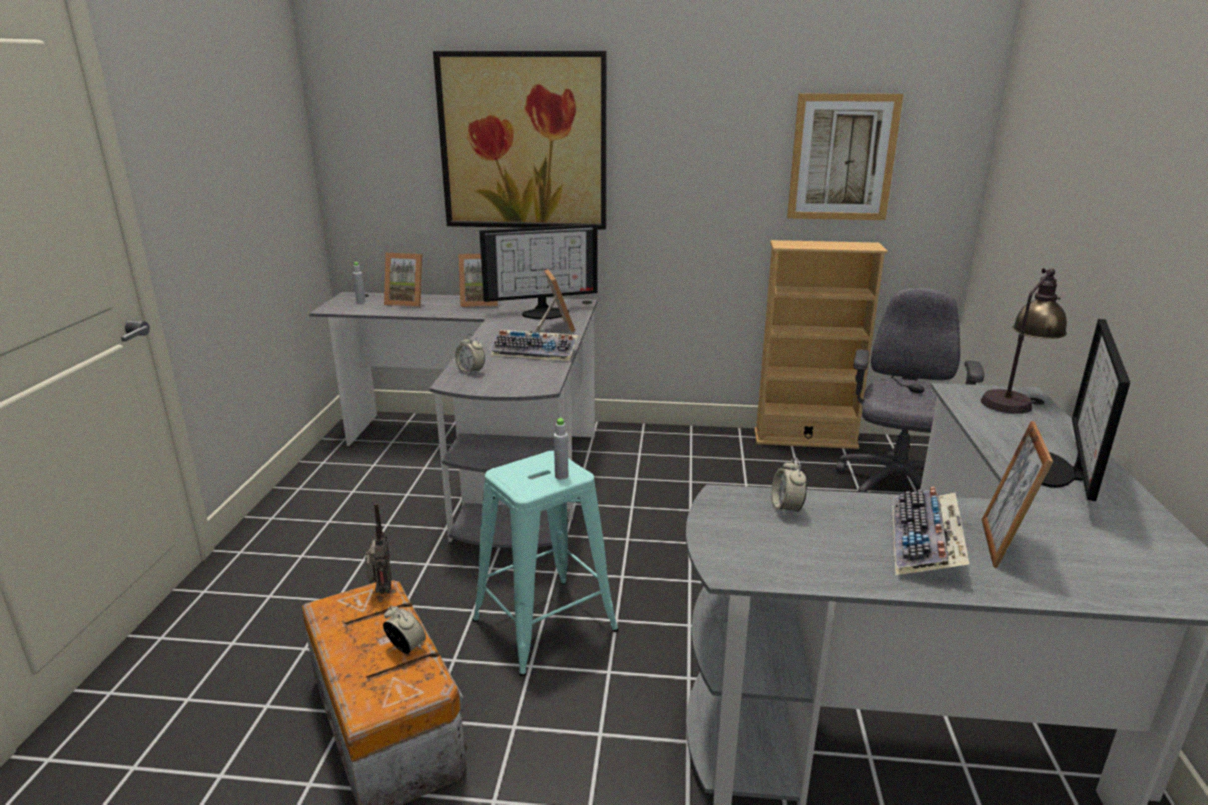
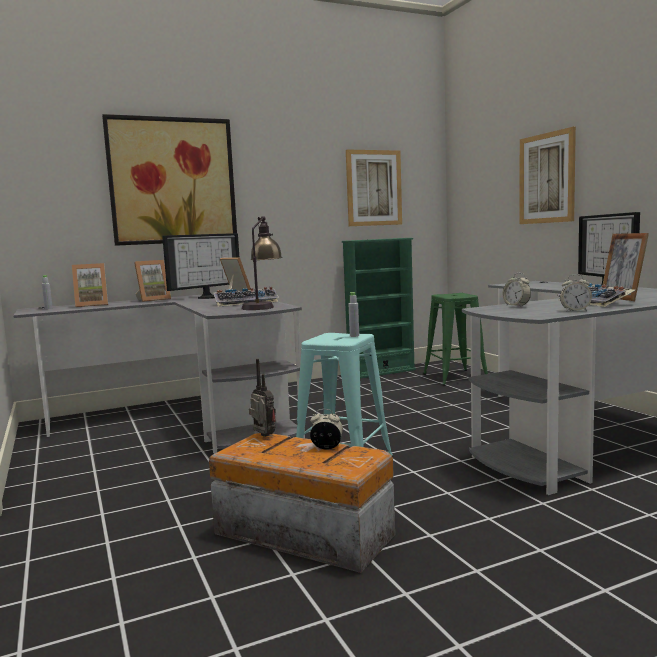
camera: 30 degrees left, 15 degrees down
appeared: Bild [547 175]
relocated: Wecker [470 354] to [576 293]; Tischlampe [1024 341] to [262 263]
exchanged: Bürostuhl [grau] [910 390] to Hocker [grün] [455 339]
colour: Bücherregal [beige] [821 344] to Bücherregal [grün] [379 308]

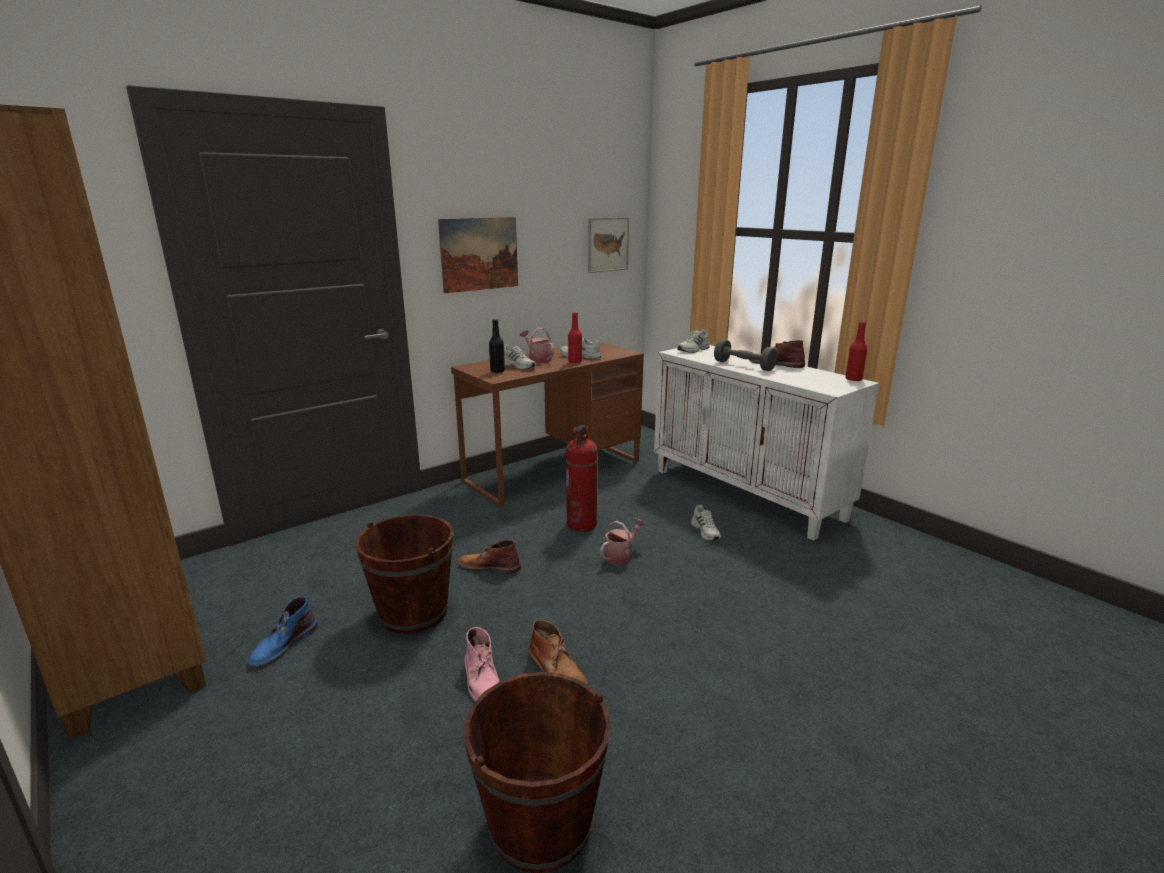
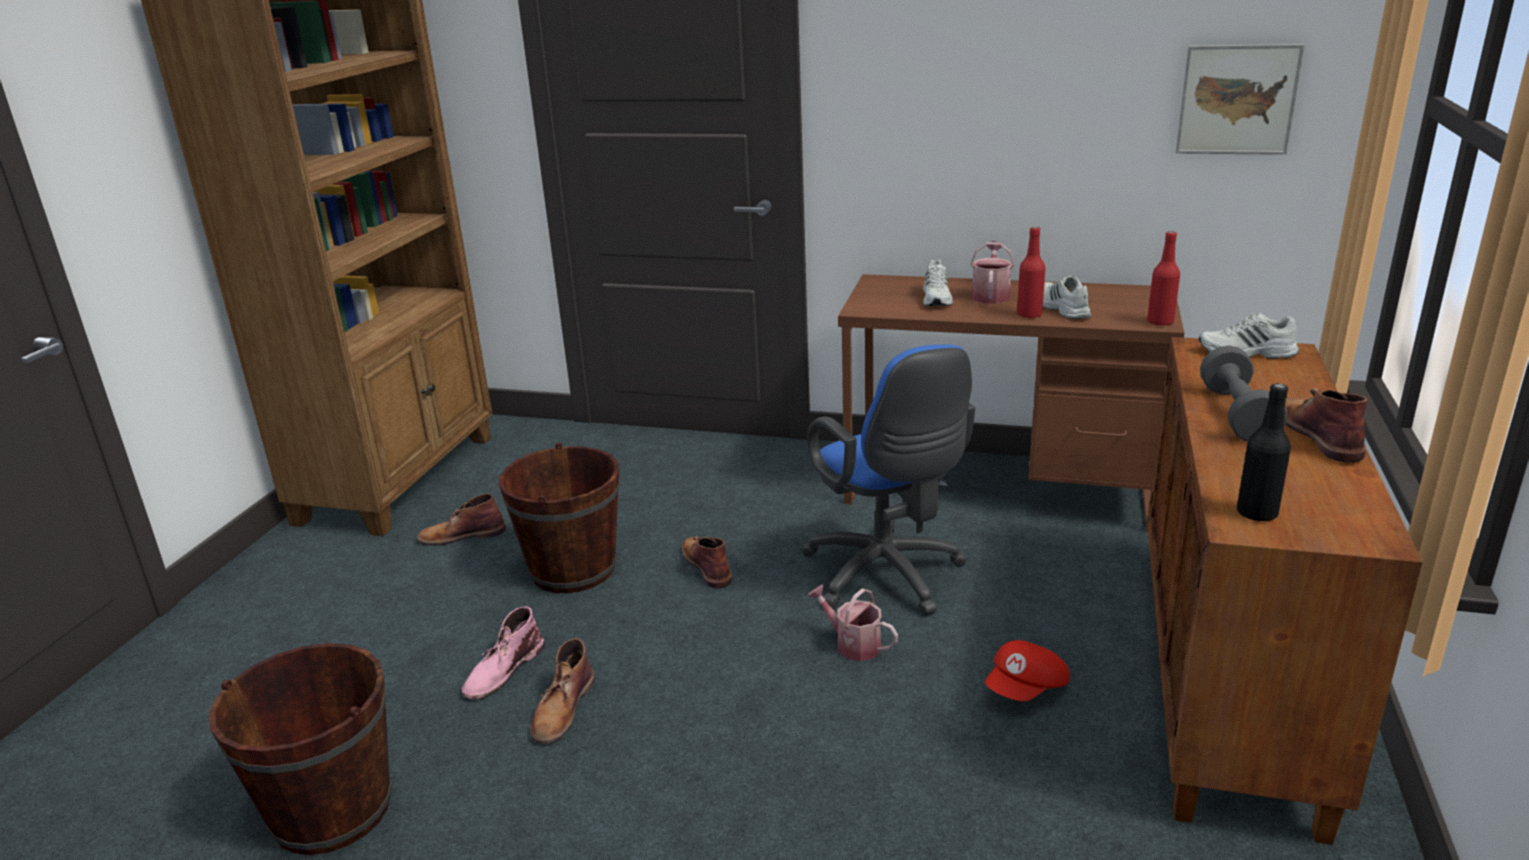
camera: 55 degrees right, 5 degrees up
missing: Bild [478 255]
relocated: Flasche [schwarz] [497 346] to [1264 452]; Flasche [rot] [856 351] to [1163 278]
exchanged: Feuerlöscher [582 478] to Bürostuhl [blau] [888 480]; Schuh [weiß] [706 523] to Kappe [rot] [1027 670]
colour: Stiefel [blau] [282 632] to Stiefel [braun] [461 519]; Schrank [weiß] [766 443] to Schrank [braun] [1285 591]
spun: Gießkanne [622 541] = [852 622] 150 degrees counterclockwise

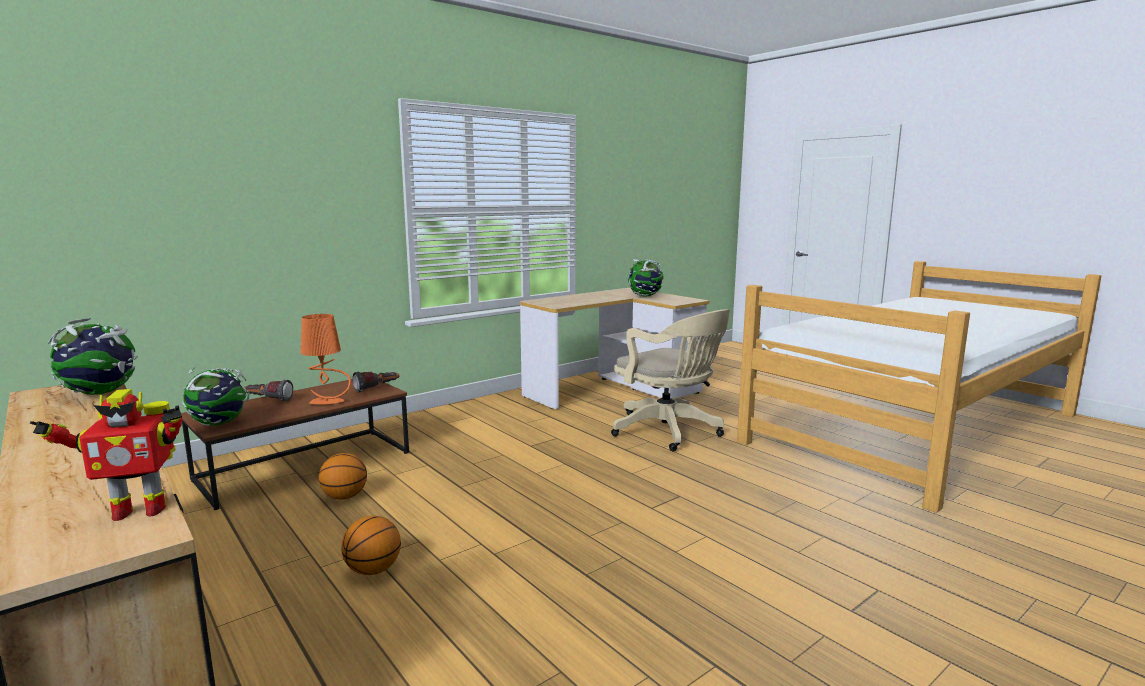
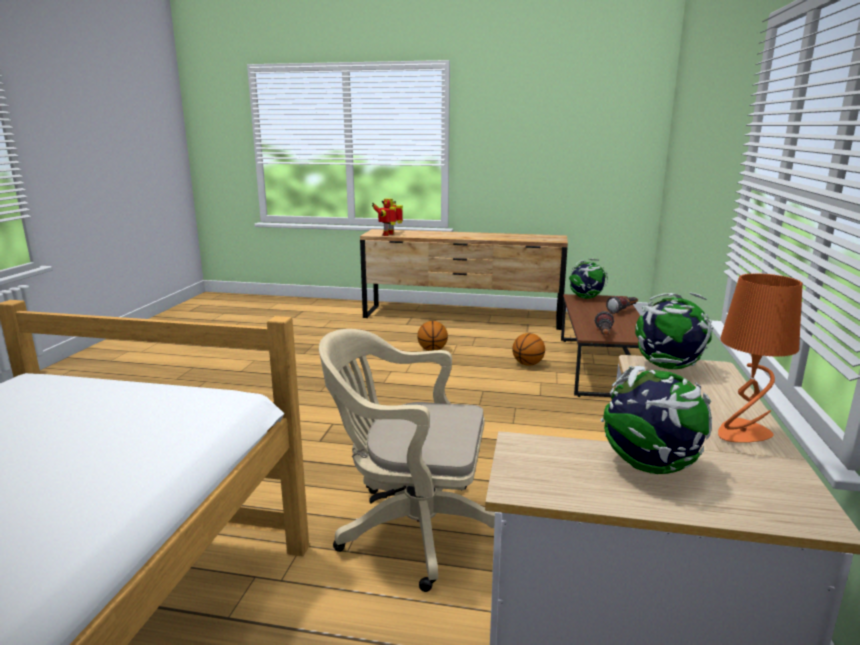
camera: 140 degrees right, 5 degrees up
relocated: Globus [93 356] to [674 330]; Tischlampe [orange] [326 359] to [760 358]

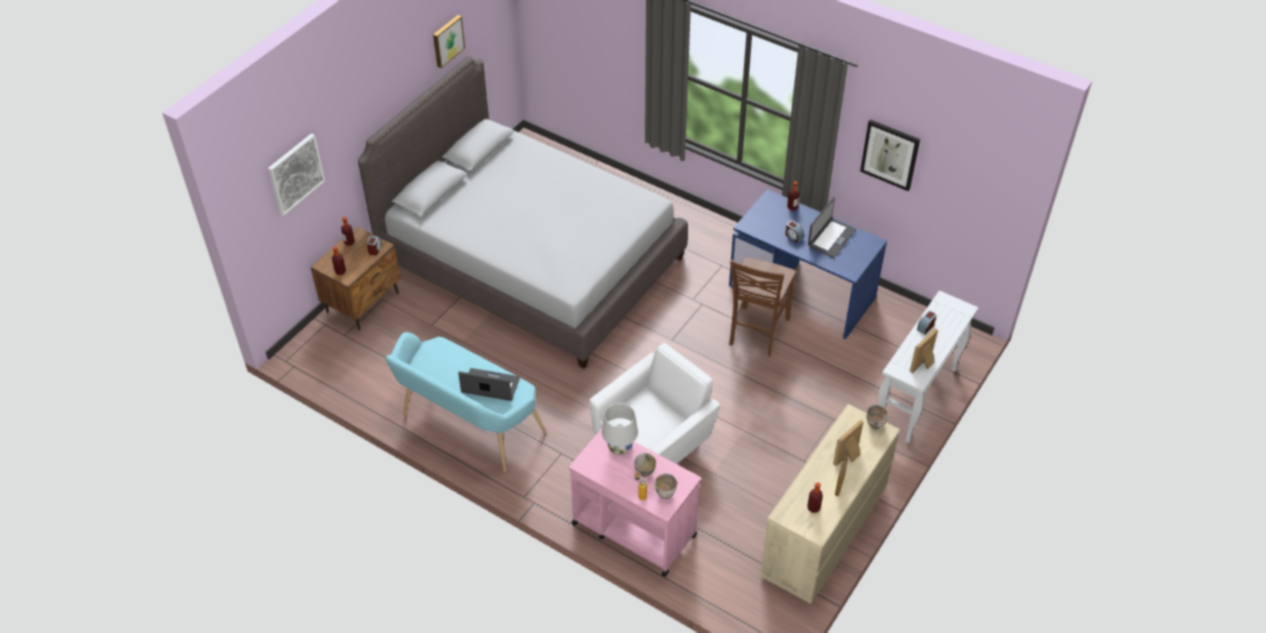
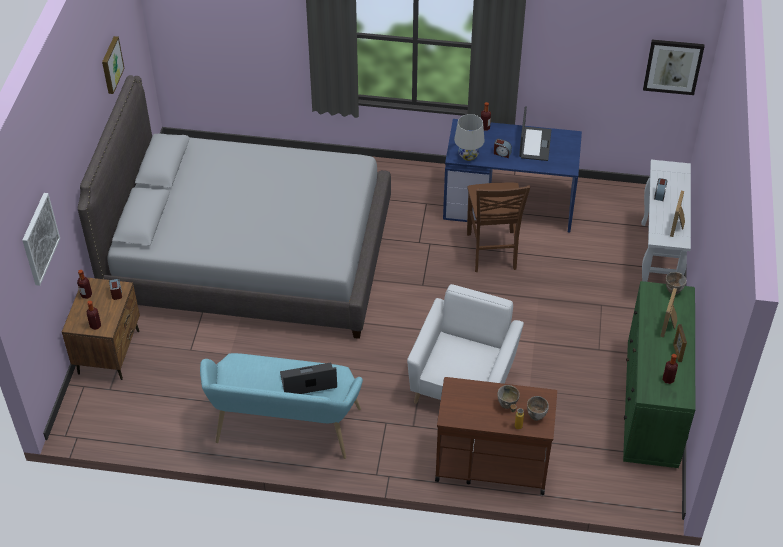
camera: 25 degrees left, 0 degrees up
relocated: Tischlampe [weiß] [620 429] to [469 137]; Bild [890 155] to [674 67]
colour: Rollwagen [rosa] [635 502] to Rollwagen [braun] [496 436]; Kommode [beige] [830 504] to Kommode [grün] [659 374]

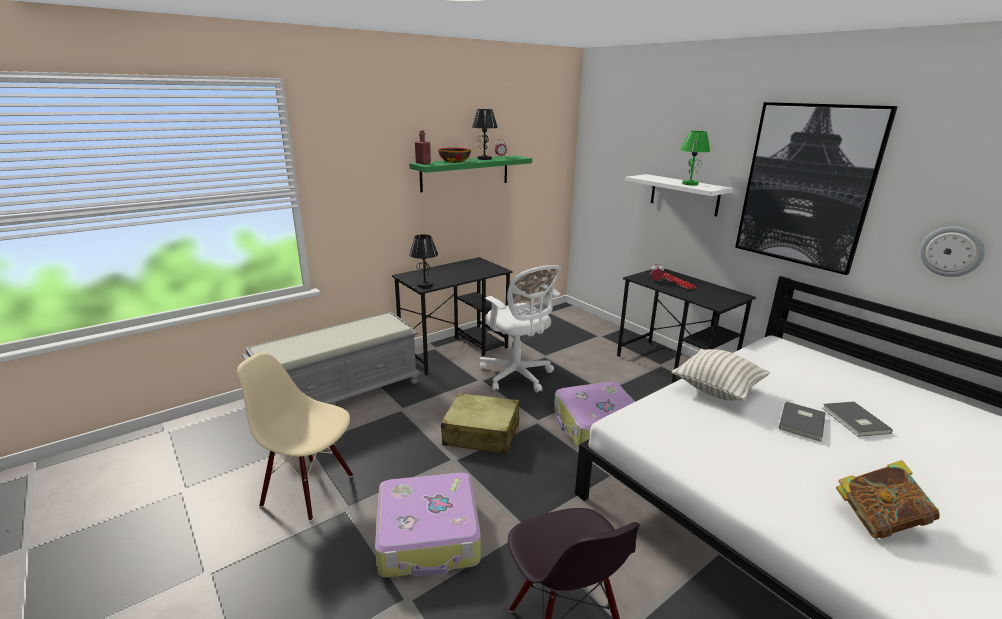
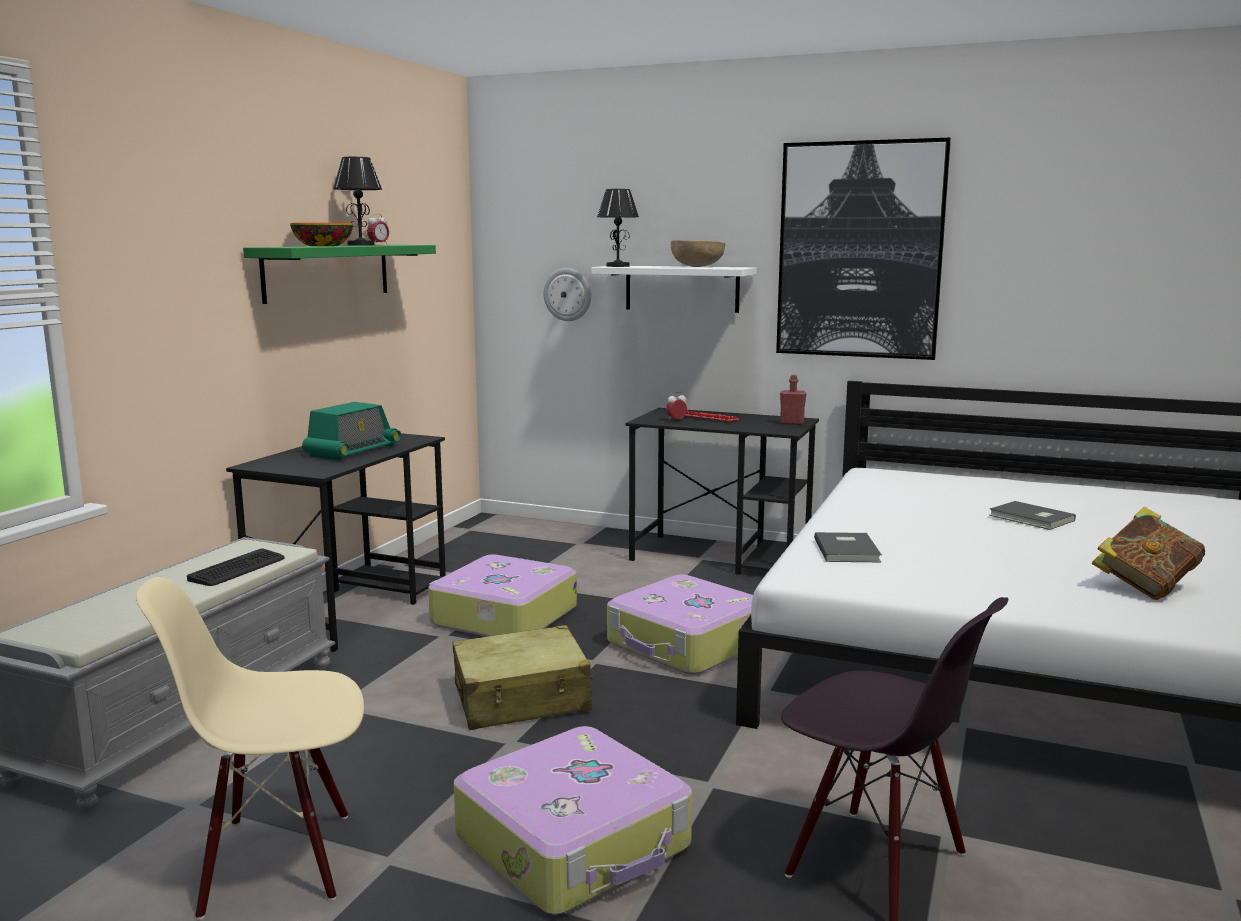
camera: 30 degrees left, 10 degrees down
missing: Kissen [721 375]
appeared: Tastatur [235 567]; Radio [351 431]
relocated: Tischlampe [schwarz] [423 261] to [618 228]; Flasche [rot] [423 147] to [793 400]; Buch [grau] [802 421] to [848 547]; Wanduhr [952 251] to [567 294]
exchanged: Bürostuhl [weiß] [520 329] to Koffer [502 595]; Tischlampe [grün] [695 158] to Schüssel [braun] [698 253]

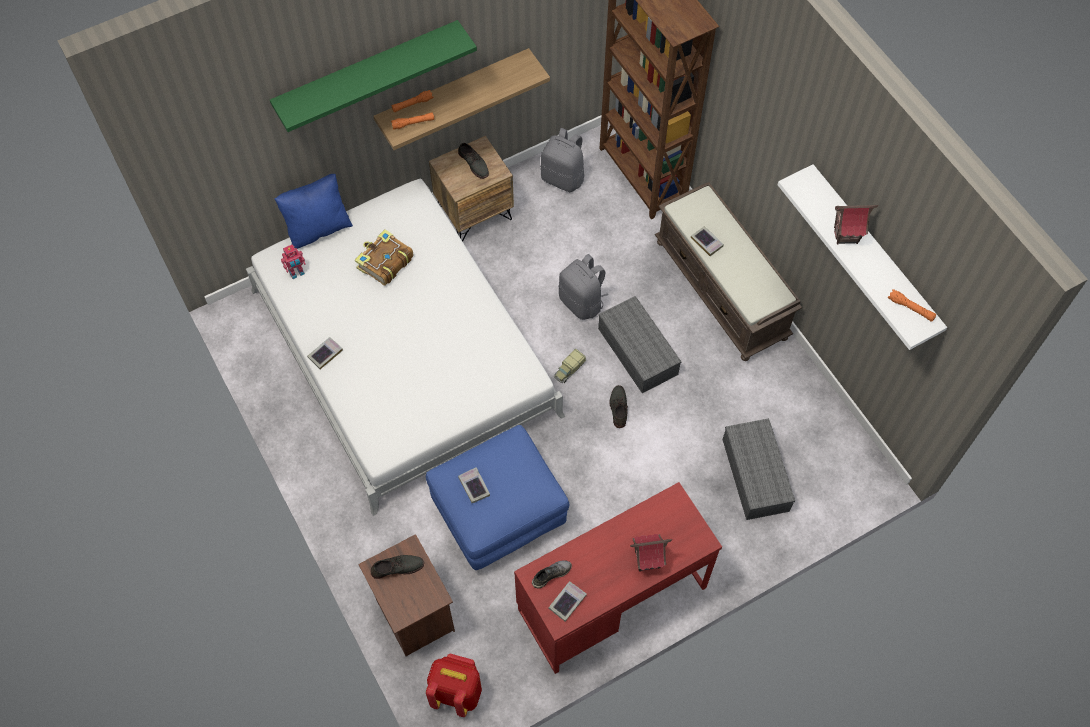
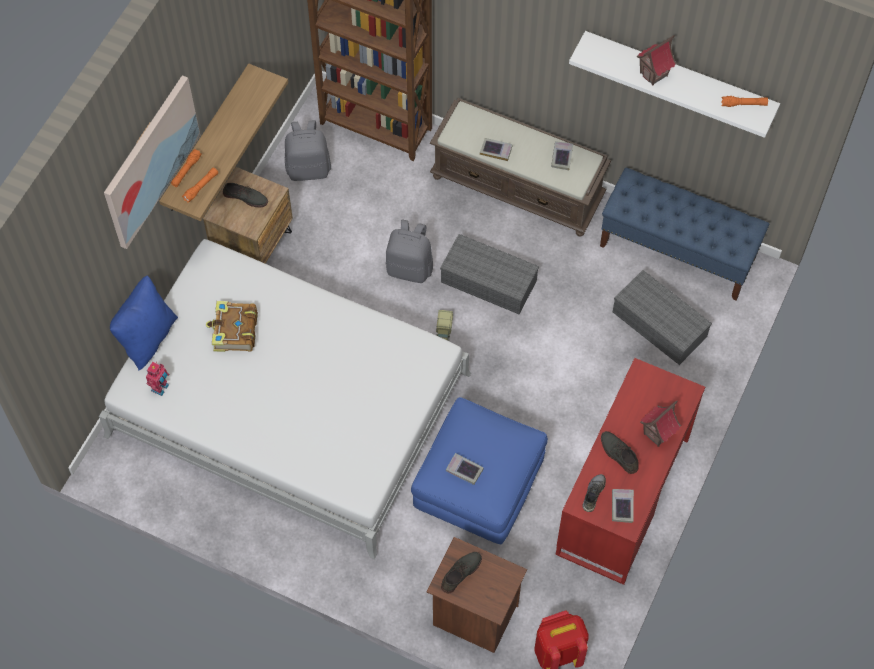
camera: 35 degrees left, 0 degrees up
appeared: Bank [blau] [684 234]
relocated: Buch [325 353] to [562 155]; Schuh [grau] [618 406] to [620 452]
exchanged: Wandregal [grün] [373 76] to Bild [152 162]

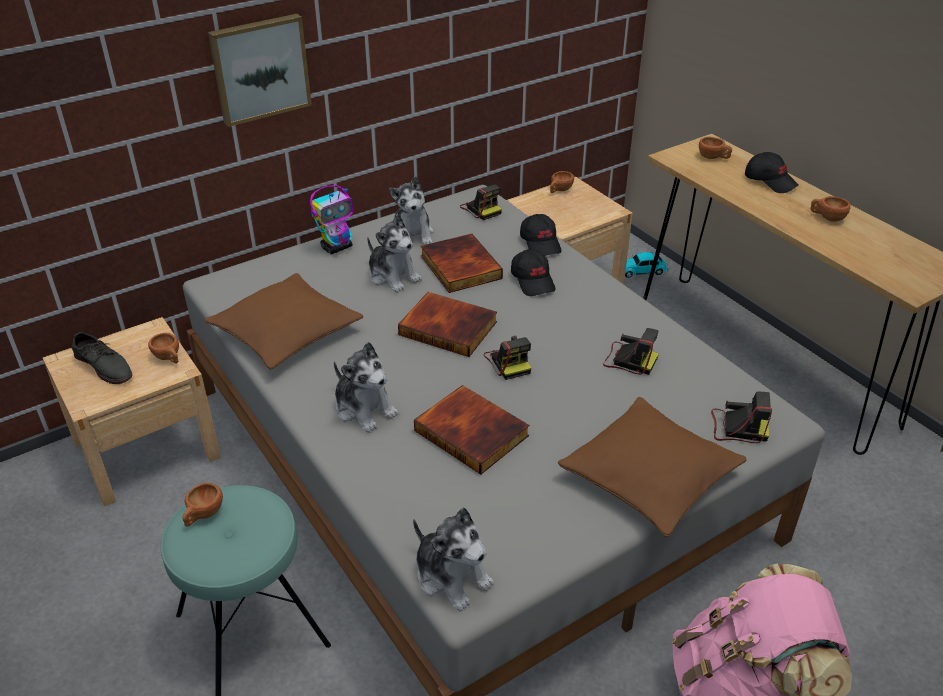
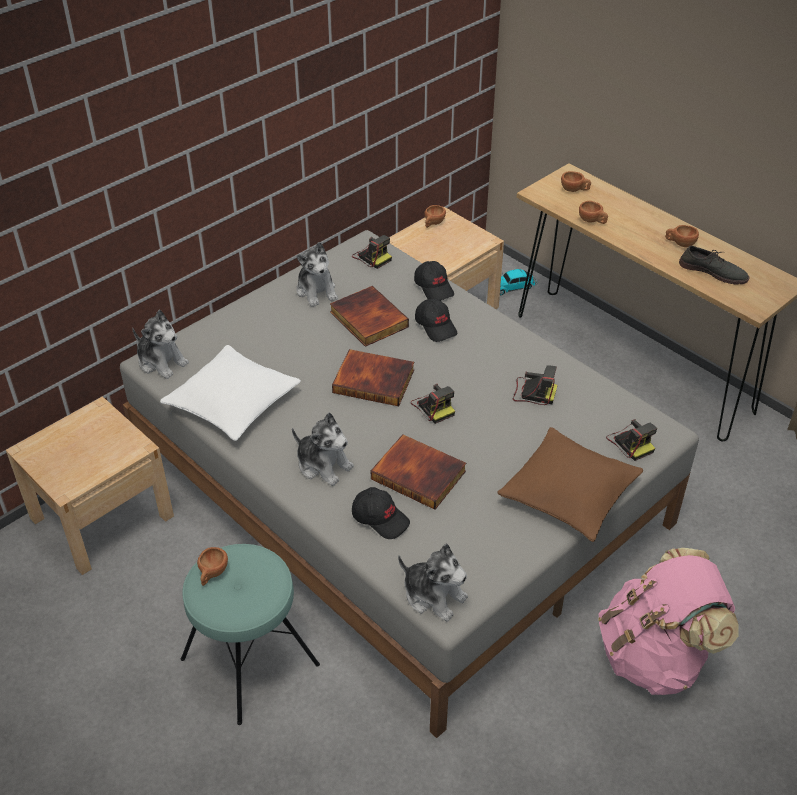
camera: 10 degrees left, 5 degrees up
missing: Bild [260 70]; Spielzeugroboter [331 219]
relocated: Schuh [grau] [101 358] to [714 265]; Tasse [braun] [163 348] to [593 212]; Plüschtier [394 253] to [160 344]; Kappe [schwarz] [771 172] to [381 513]
colour: Kissen [braun] [283 321] to Kissen [weiß] [230 393]
spun: Kamera [741 417] = [631 440] 60 degrees clockwise

